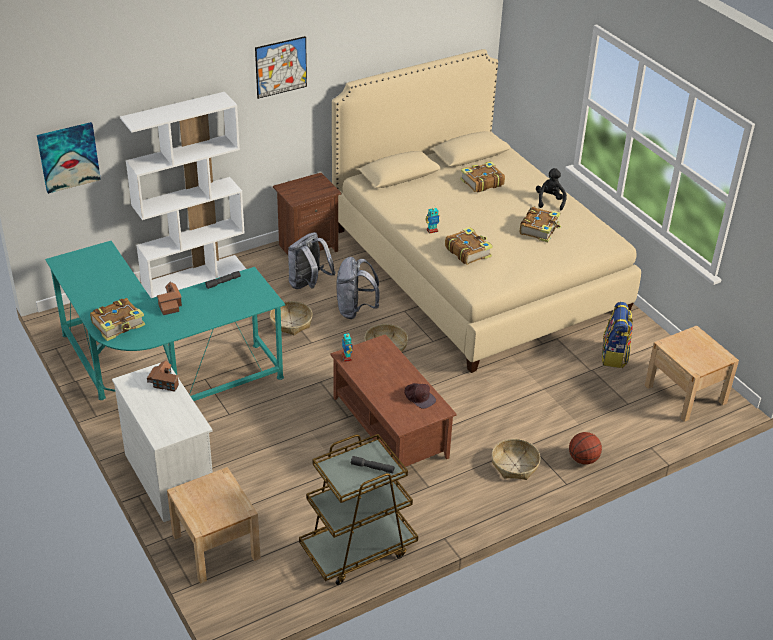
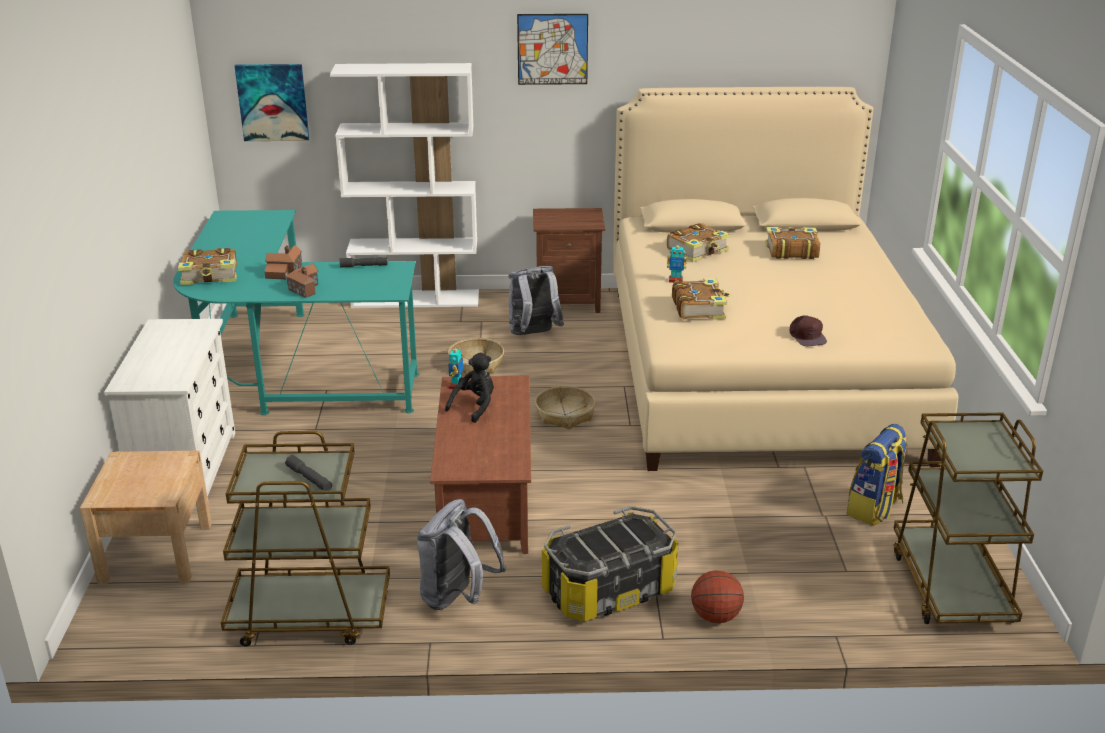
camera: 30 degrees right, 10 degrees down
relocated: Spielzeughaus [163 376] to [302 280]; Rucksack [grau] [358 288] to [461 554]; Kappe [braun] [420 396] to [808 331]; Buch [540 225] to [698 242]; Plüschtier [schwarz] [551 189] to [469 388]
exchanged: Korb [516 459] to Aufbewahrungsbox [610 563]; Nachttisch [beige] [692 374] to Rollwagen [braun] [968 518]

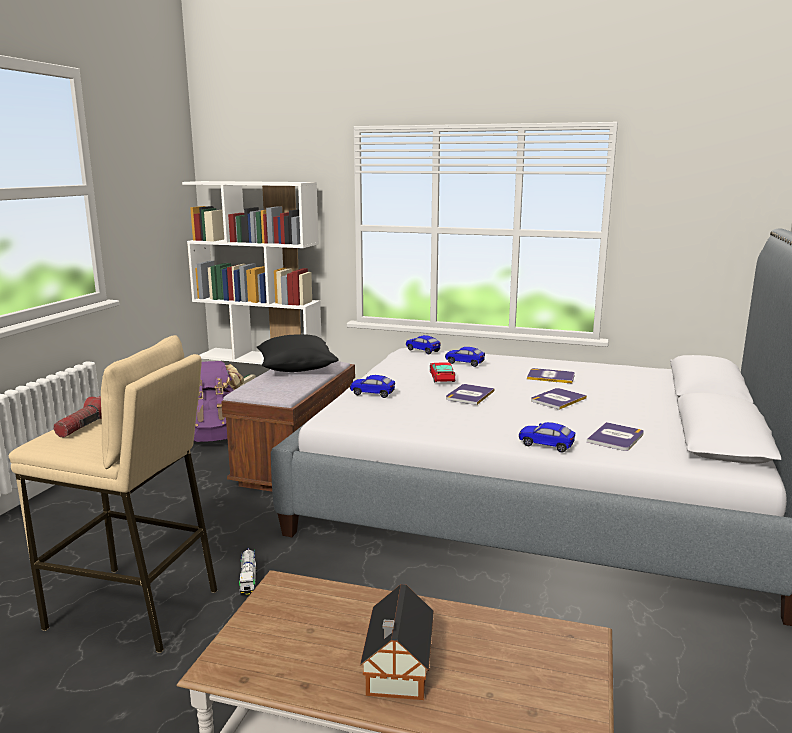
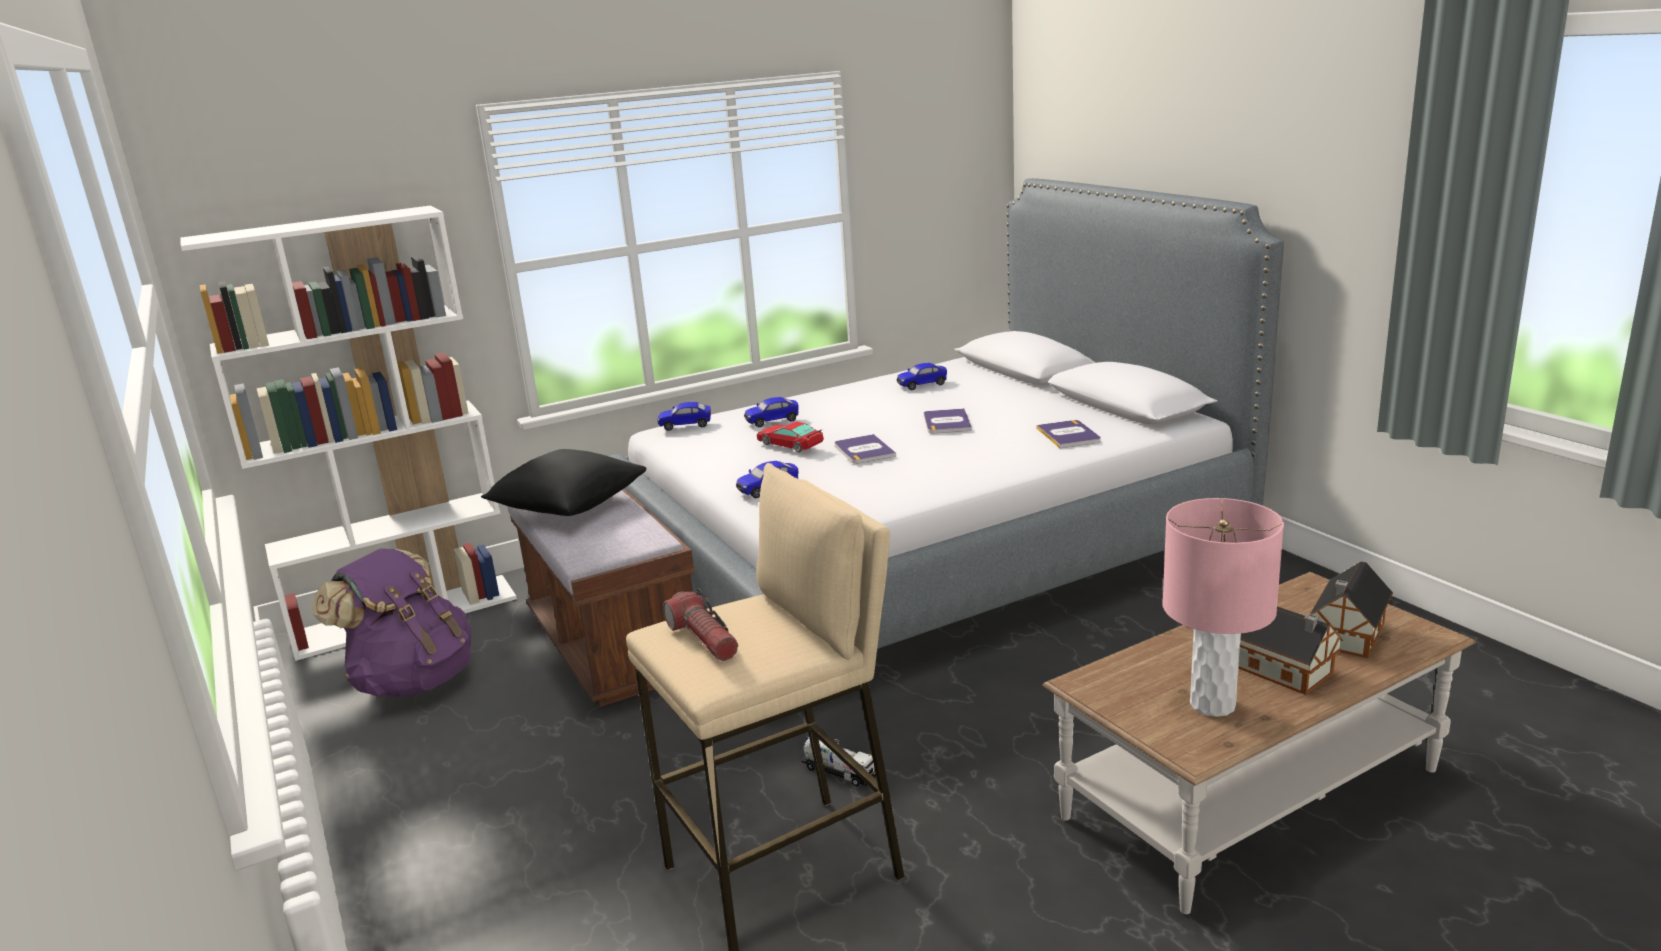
camera: 45 degrees left, 5 degrees up
missing: Buch [551 376]
appeared: Tischlampe [rosa] [1223 607]; Spielzeughaus [1351 609]
relocated: Spielzeugauto [547 437] to [922 376]

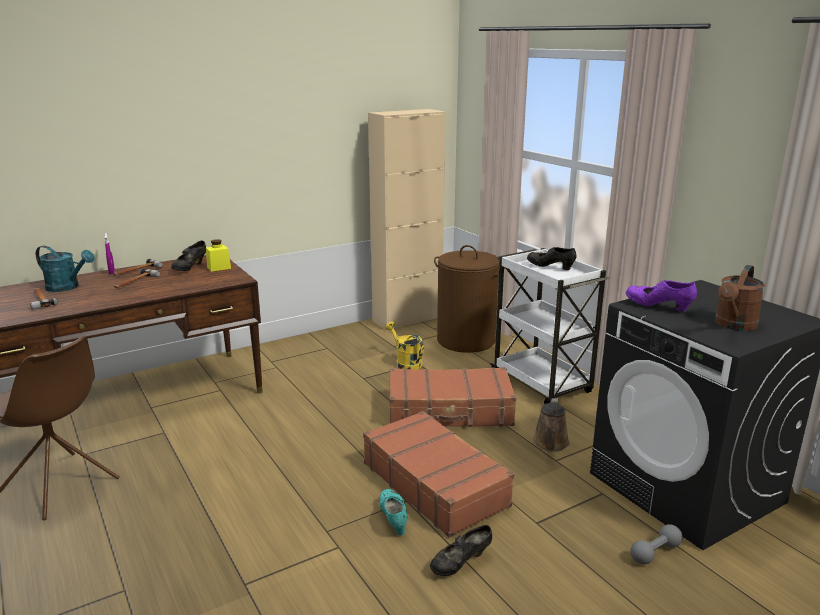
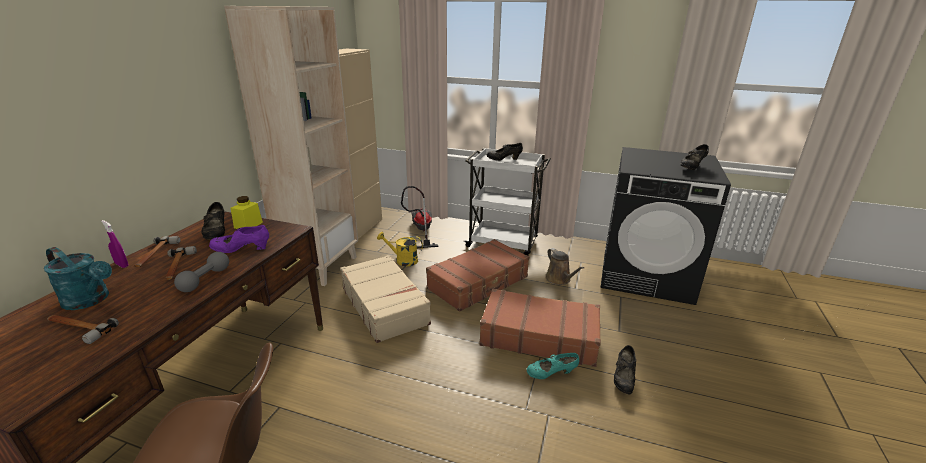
camera: 40 degrees left, 5 degrees up
appeared: Bücherregal [beige] [291 146]; Koffer [beige] [385 299]
relocated: Schuh [lila] [661 296] to [239 239]; Hantel [grau] [656 544] to [201 272]
exchanged: Wäschekorb [braun] [470 299] to Staubsauger [420 217]; Gießkanne [braun] [740 298] to Schuh [schwarz] [694 157]
spun: Gießkanne [türkis] [65 269] = [78 278] 45 degrees clockwise; Schuh [türkis] [393 512] = [553 366] 45 degrees counterclockwise

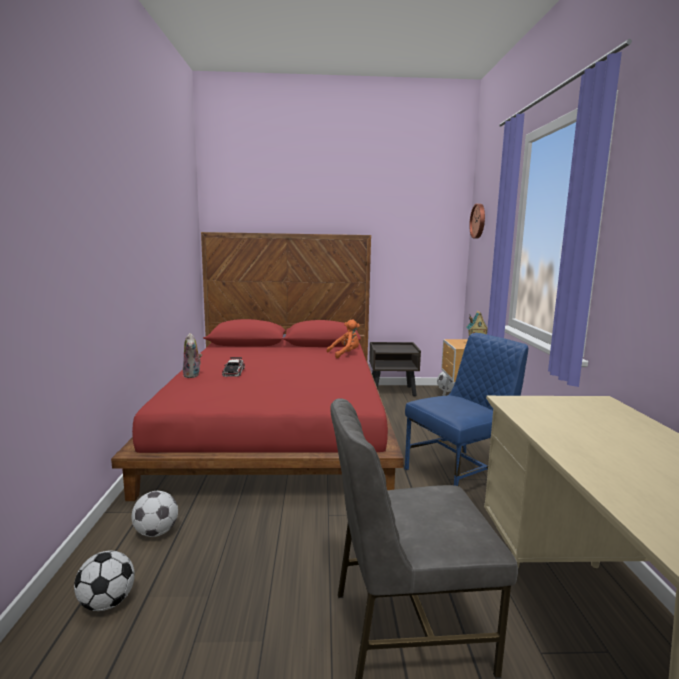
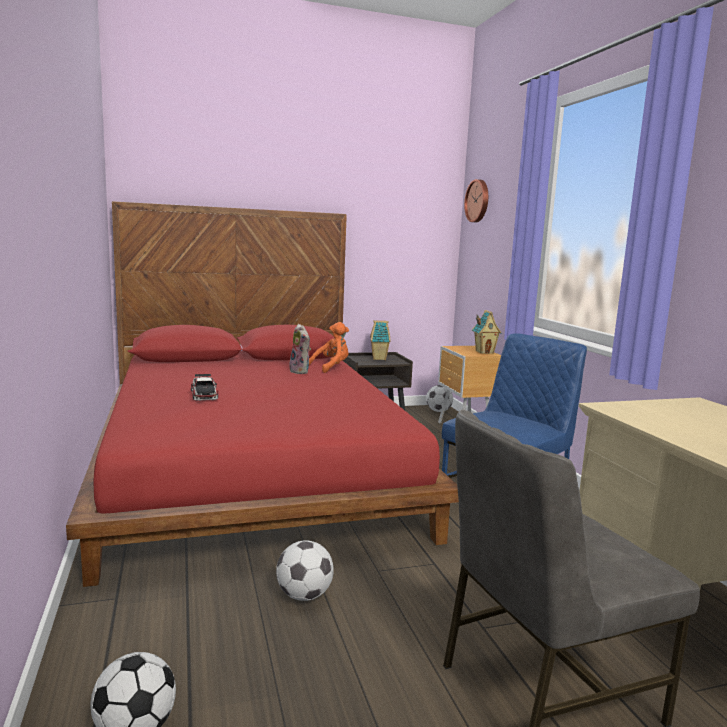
camera: 15 degrees left, 0 degrees up
appeared: Spielzeughaus [380 340]
relocated: Fußball [154 514] to [305 570]; Plüschtier [192 355] to [300 349]

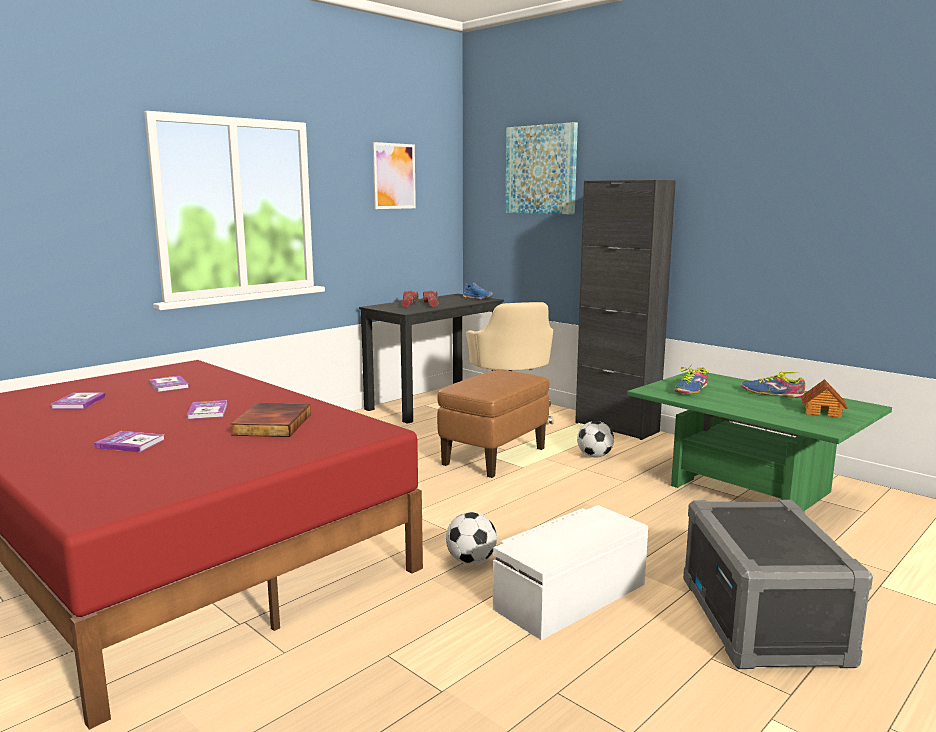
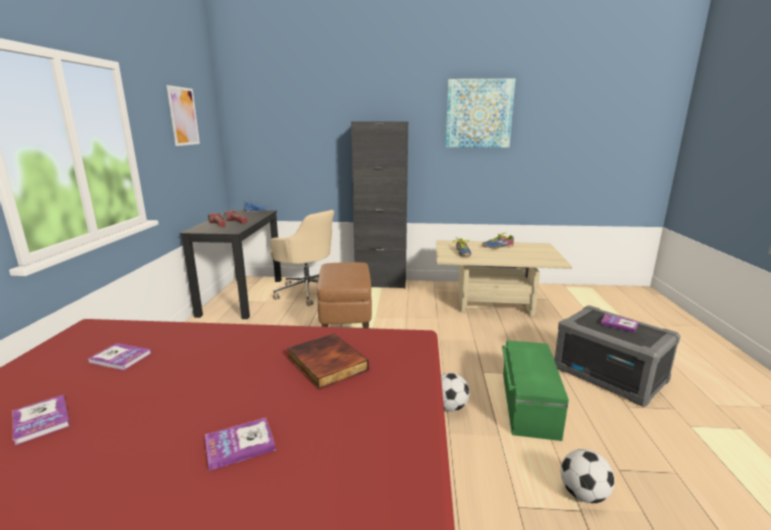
camera: 40 degrees left, 5 degrees up
missing: Spielzeughaus [824 398]
relocated: Buch [206 409] to [619 323]; Bild [541 168] to [480 113]; Fußball [595 439] to [588 476]
colour: Aufbewahrungsbox [weiß] [570 572] to Aufbewahrungsbox [grün] [535 390]; Couchtisch [grün] [759 440] to Couchtisch [beige] [504 278]

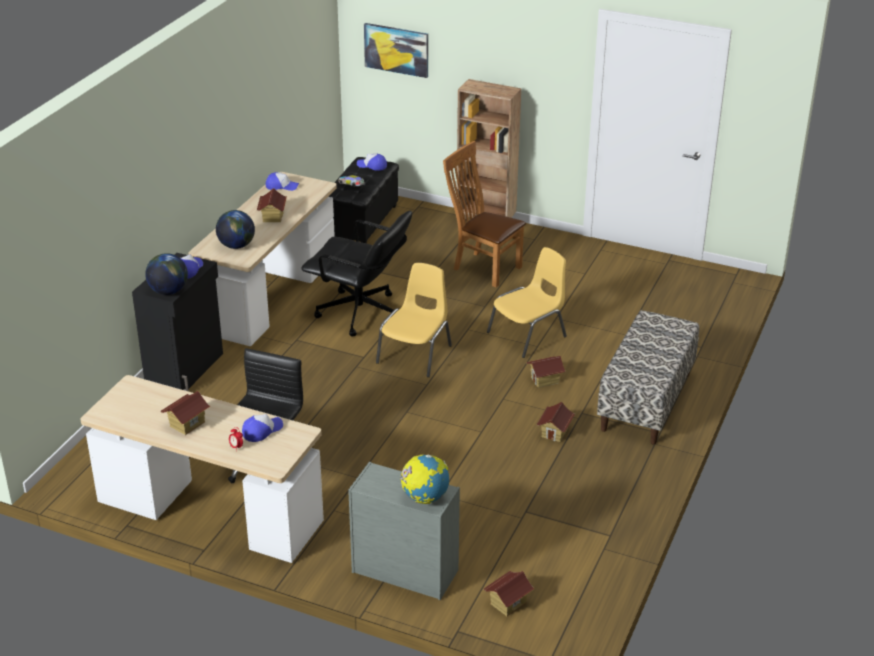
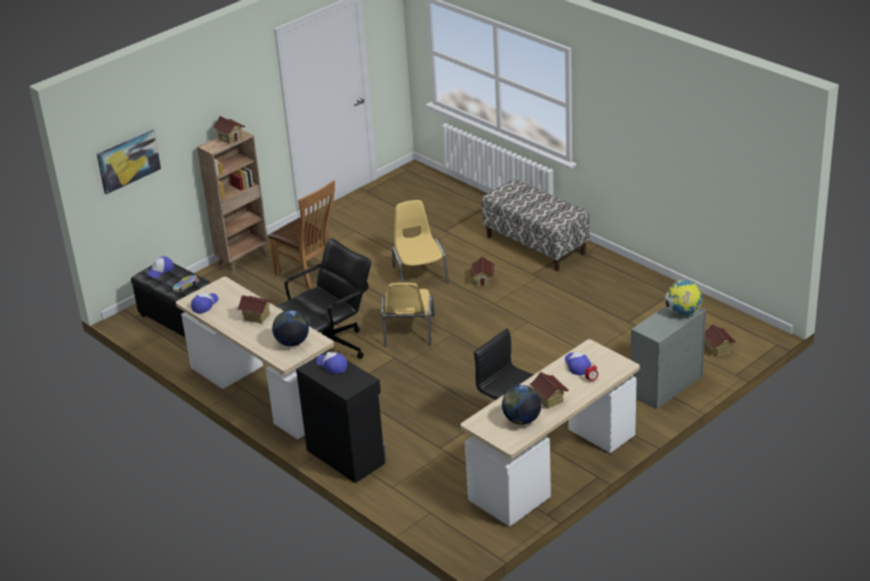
camera: 65 degrees left, 0 degrees up
relocated: Globus [166 274] to [522 405]; Spielzeughaus [555 422] to [229 130]
spun: Stuhl [gelb] [414 320] = [408 315] 135 degrees counterclockwise; Stuhl [braun] [484 214] = [301 235] 105 degrees counterclockwise

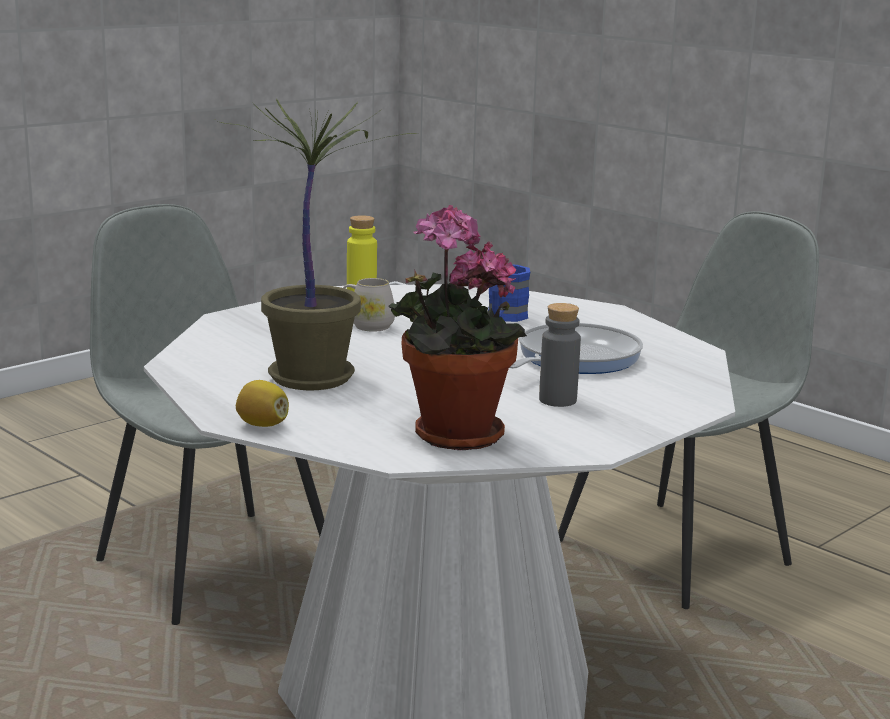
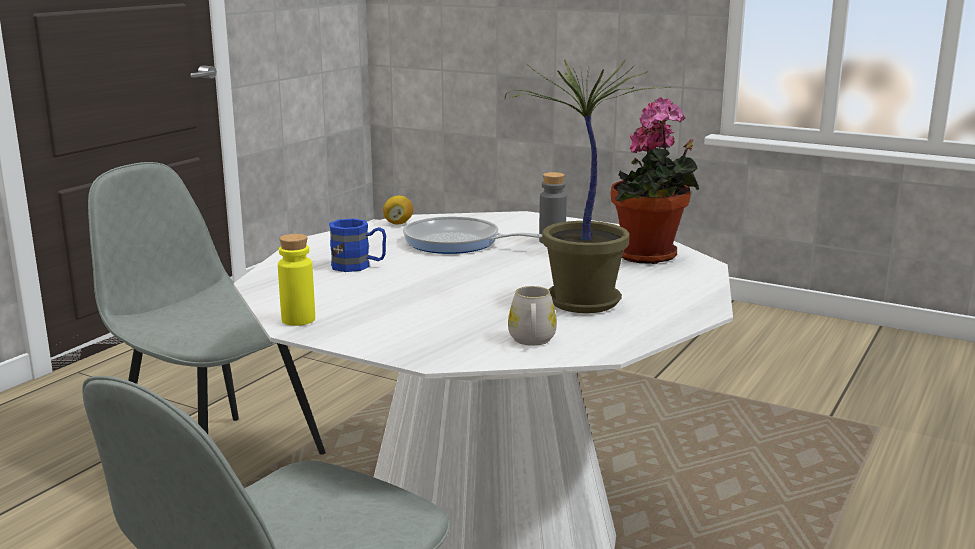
camera: 105 degrees left, 0 degrees up
relocated: Zitrone [262 403] to [398 210]; Henkelbecher [weiß] [369 304] to [532 316]

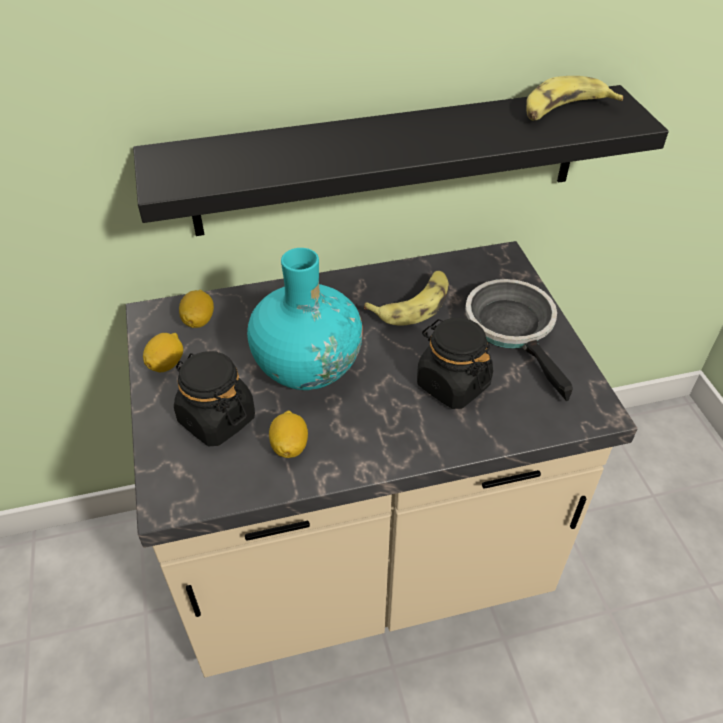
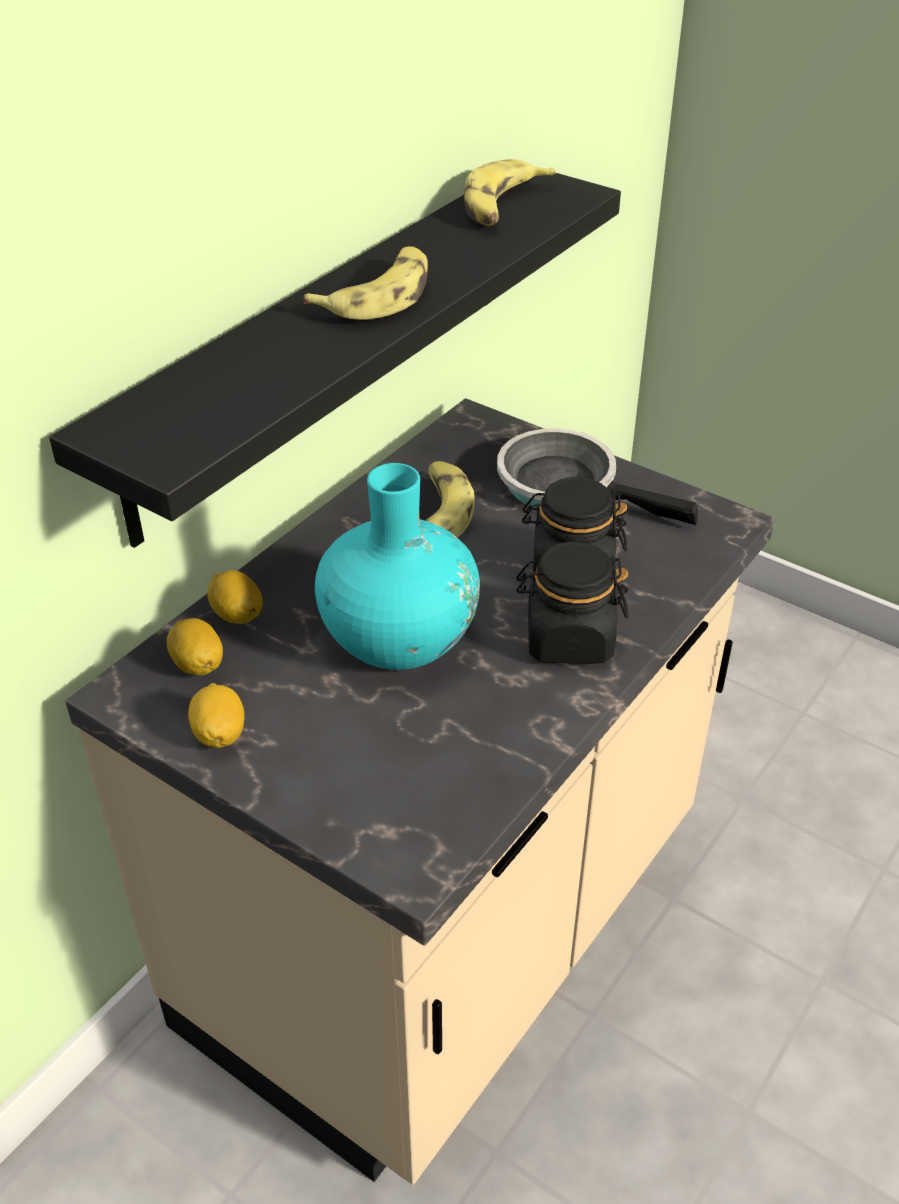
camera: 40 degrees left, 5 degrees down
appeared: Banane [366 283]
relocated: Vorratsglas [schwarz] [214 398] to [572 603]; Zitrone [288 434] to [235 597]

